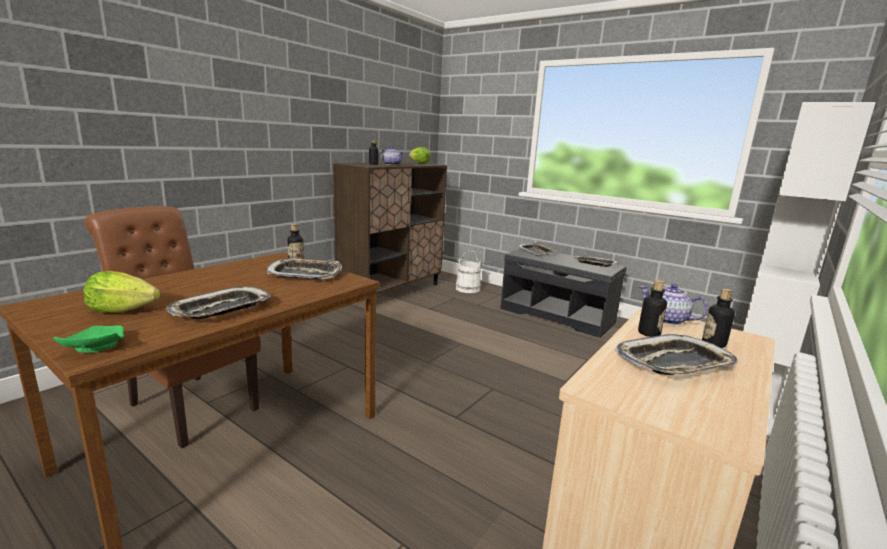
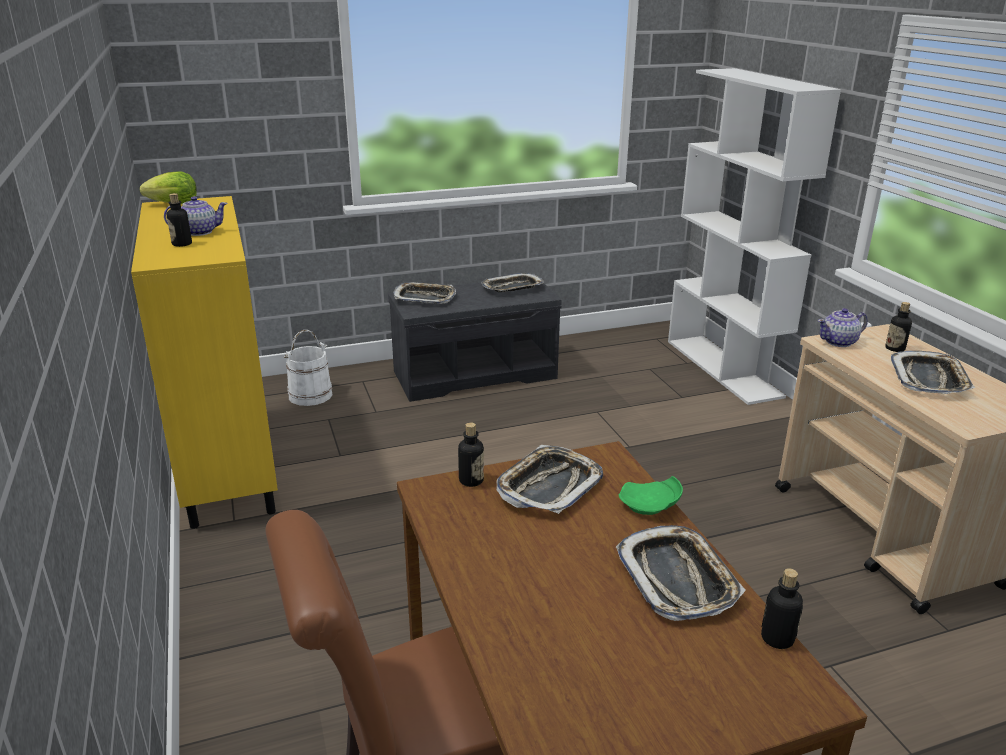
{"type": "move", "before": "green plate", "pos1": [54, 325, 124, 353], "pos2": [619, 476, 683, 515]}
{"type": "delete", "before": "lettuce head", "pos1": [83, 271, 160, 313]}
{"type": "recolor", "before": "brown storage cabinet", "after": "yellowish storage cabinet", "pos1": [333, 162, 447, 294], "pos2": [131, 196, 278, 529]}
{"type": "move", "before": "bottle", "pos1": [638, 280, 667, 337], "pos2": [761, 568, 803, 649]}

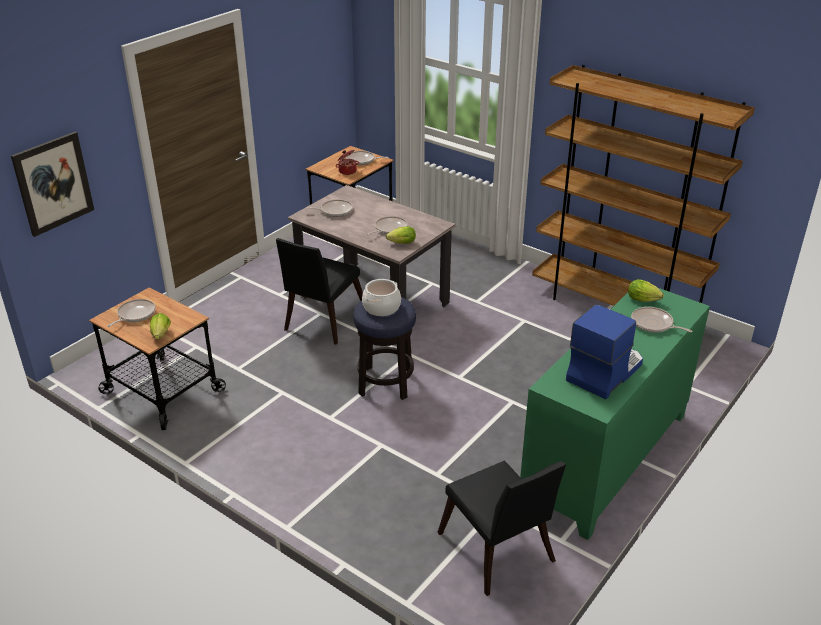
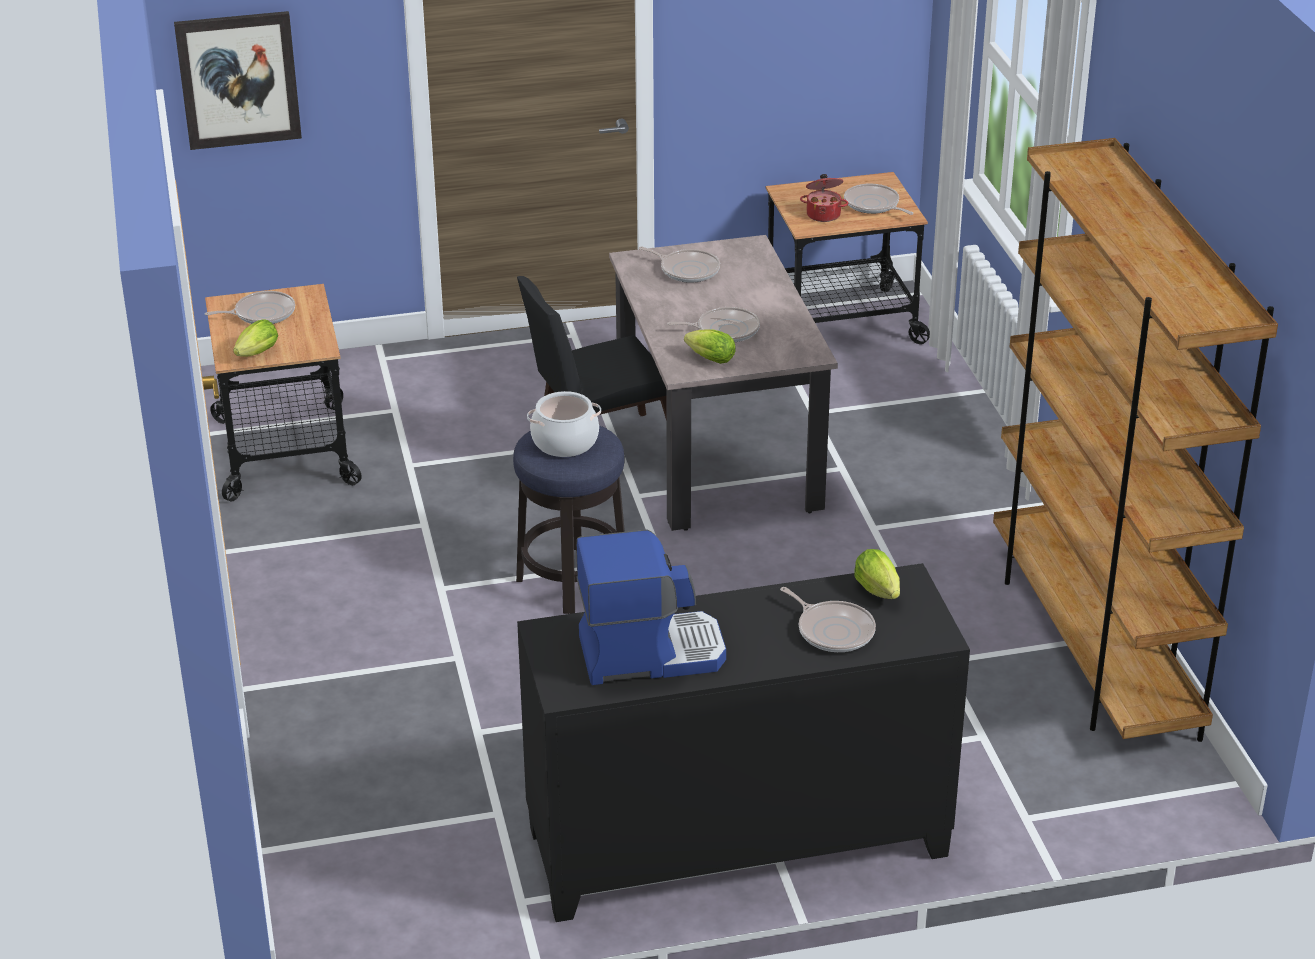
{"type": "delete", "before": "blackish chair", "pos1": [437, 461, 566, 596]}
{"type": "recolor", "before": "green storage cabinet", "after": "blackish storage cabinet", "pos1": [520, 288, 710, 540], "pos2": [517, 563, 970, 922]}
{"type": "rotate", "before": "frying pan", "pos1": [631, 307, 692, 333], "pos2": [780, 587, 876, 652], "turn": 150}

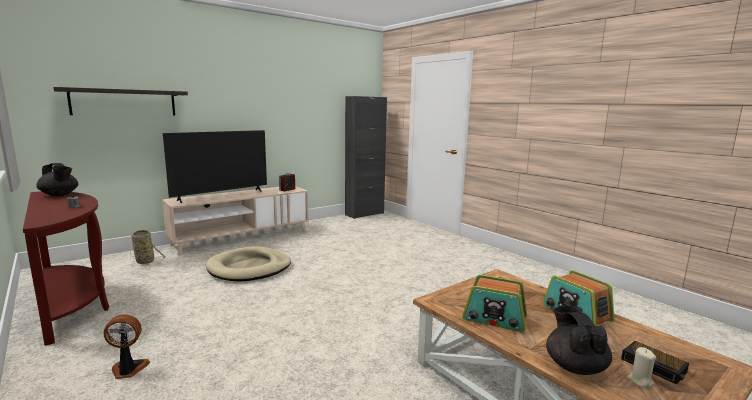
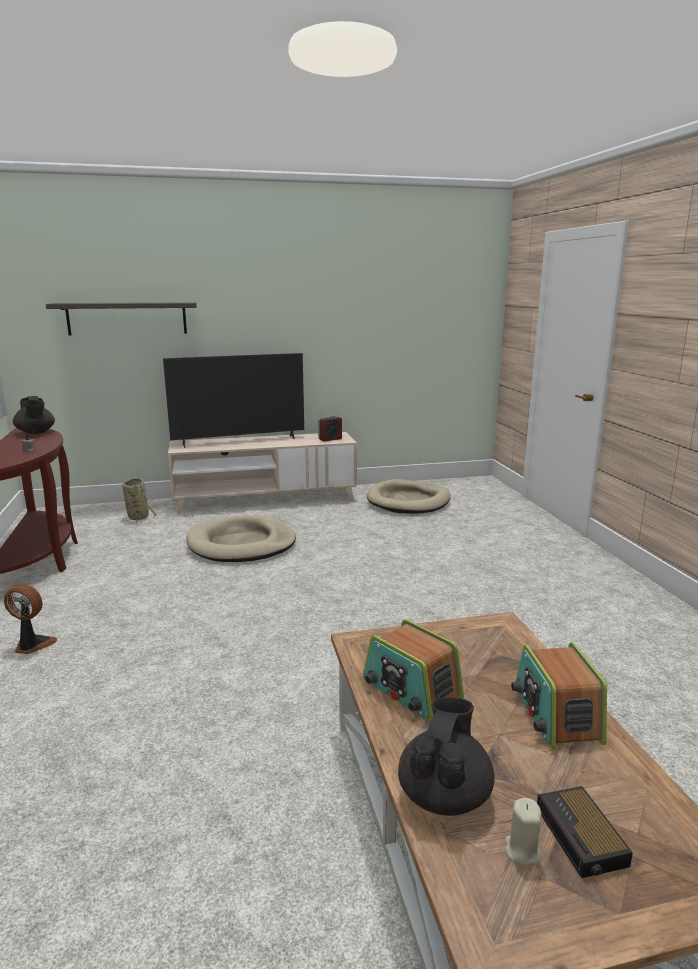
{"type": "delete", "before": "blackish storage cabinet", "pos1": [345, 96, 387, 219]}
{"type": "insert", "after": "sand-coloured dog cushion", "pos2": [367, 479, 451, 514]}

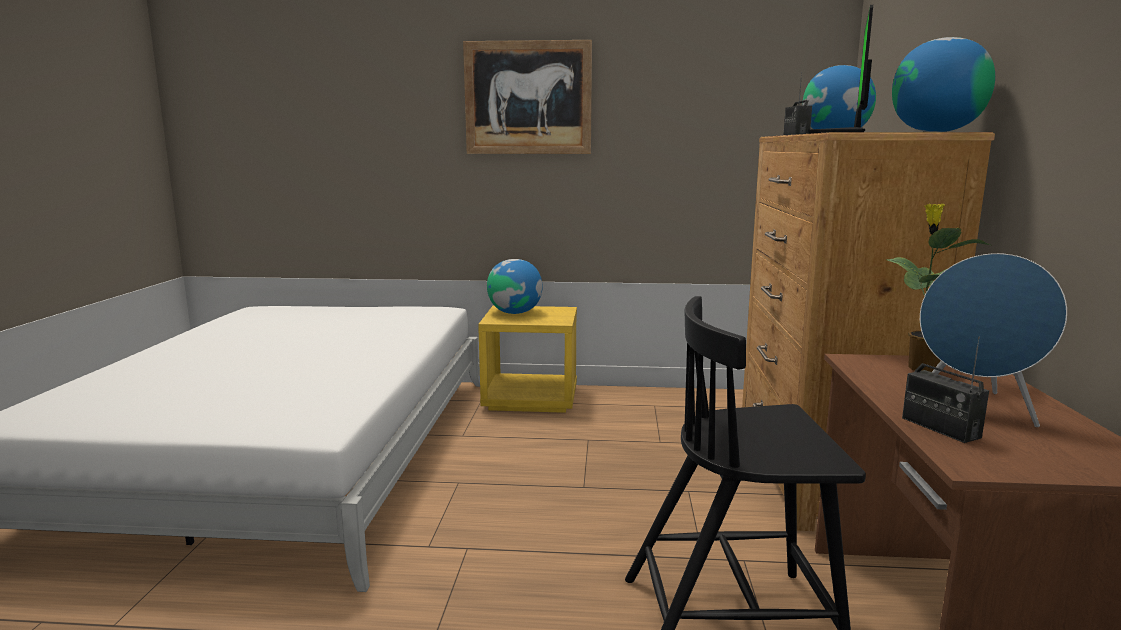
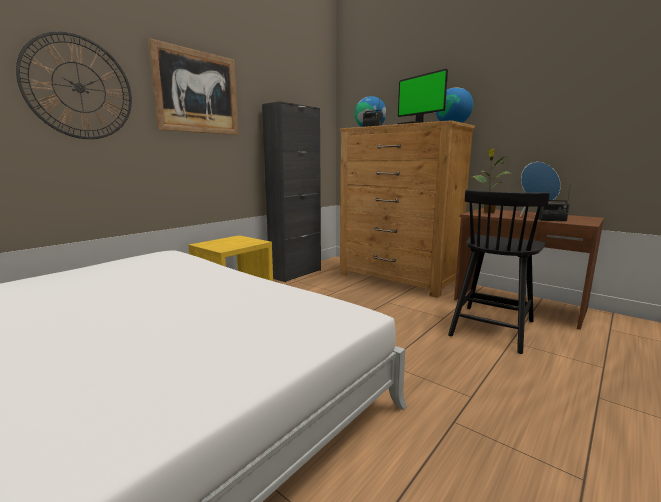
{"type": "delete", "before": "desk globe", "pos1": [487, 259, 543, 314]}
{"type": "insert", "after": "hanging clock", "pos2": [16, 31, 132, 139]}
{"type": "insert", "after": "blackish storage cabinet", "pos2": [262, 101, 321, 282]}

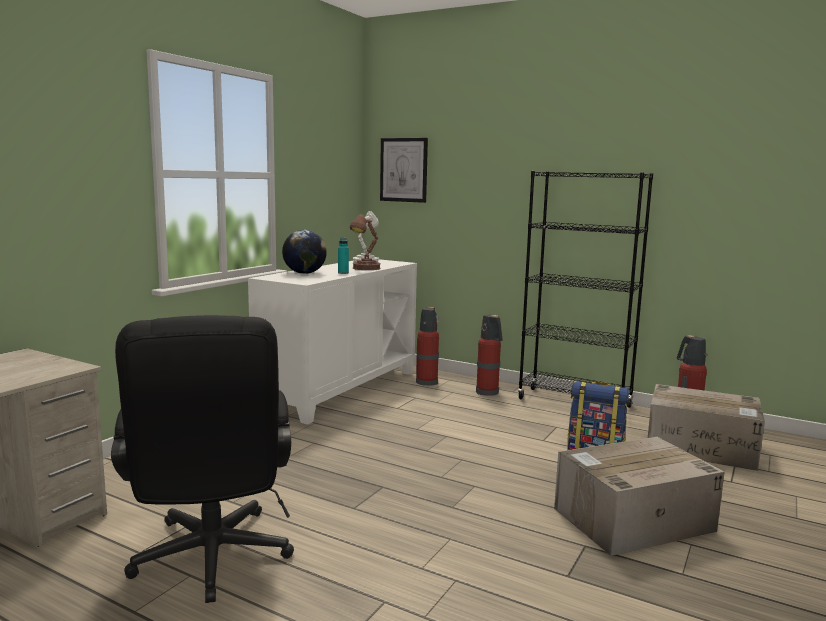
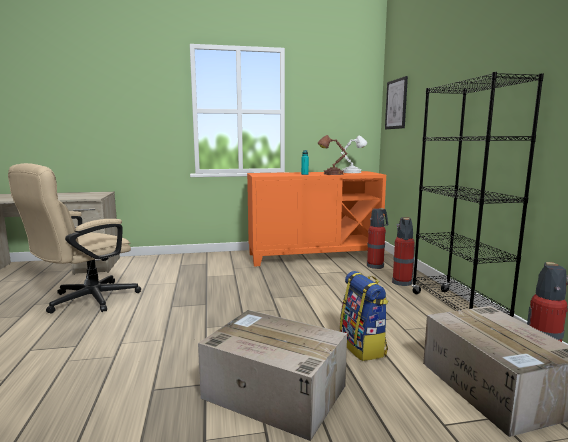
{"type": "recolor", "before": "blackish office chair", "after": "sand-coloured office chair", "pos1": [111, 315, 294, 603], "pos2": [8, 163, 141, 314]}
{"type": "recolor", "before": "whitish storage cabinet", "after": "orange-coloured storage cabinet", "pos1": [248, 259, 417, 425], "pos2": [247, 171, 386, 267]}
{"type": "delete", "before": "desk globe", "pos1": [282, 230, 327, 274]}

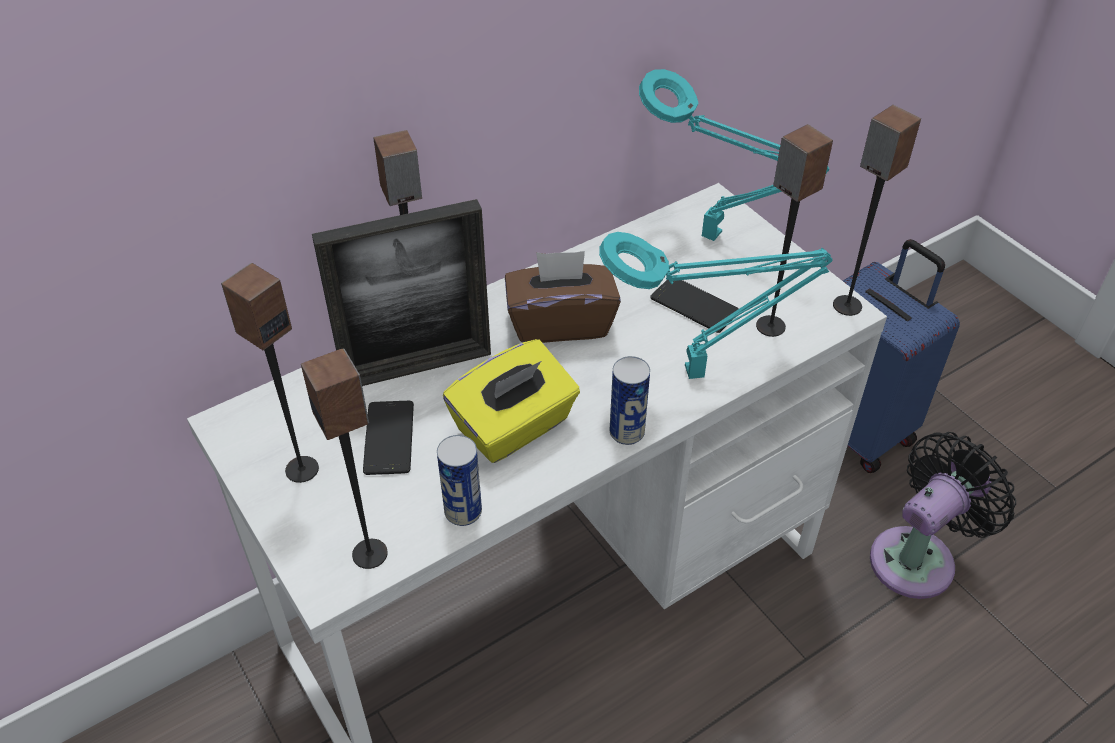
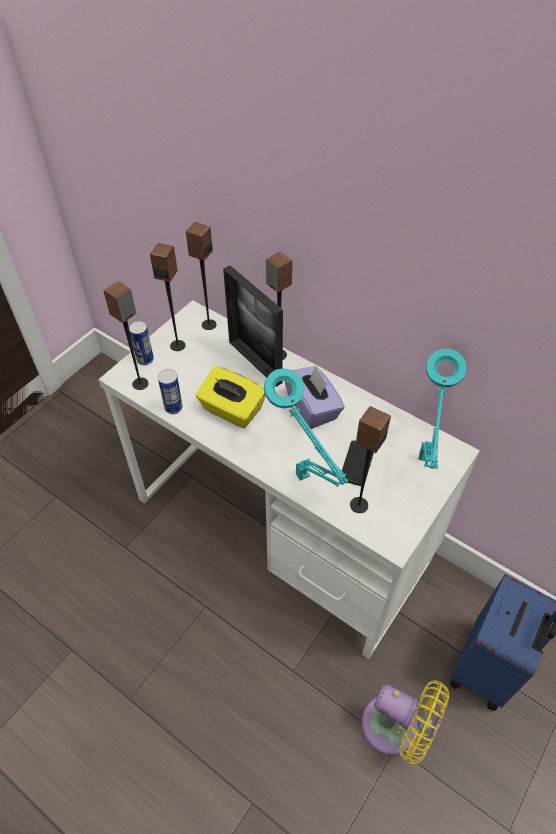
{"type": "delete", "before": "phone", "pos1": [363, 401, 414, 475]}
{"type": "recolor", "before": "brown tissue holder", "after": "purple-coloured tissue holder", "pos1": [505, 251, 621, 343], "pos2": [285, 365, 345, 429]}
{"type": "move", "before": "can", "pos1": [610, 356, 650, 445], "pos2": [129, 321, 154, 365]}
{"type": "move", "before": "audio speaker", "pos1": [833, 105, 921, 316], "pos2": [186, 222, 216, 330]}
{"type": "recolor", "before": "blackish electric fan", "after": "yellowish electric fan", "pos1": [870, 432, 1016, 599], "pos2": [362, 680, 449, 764]}

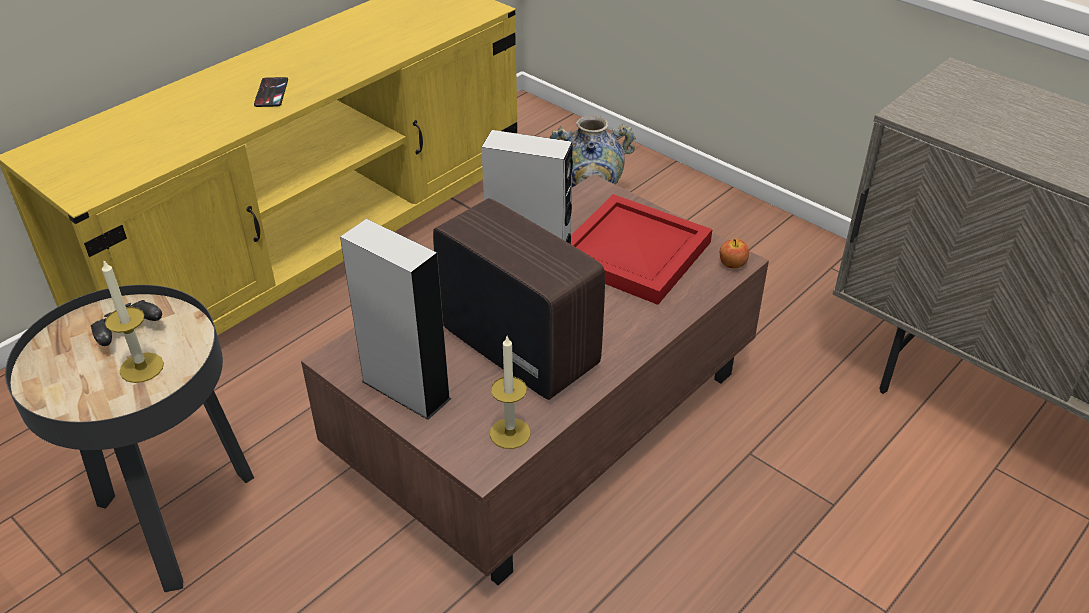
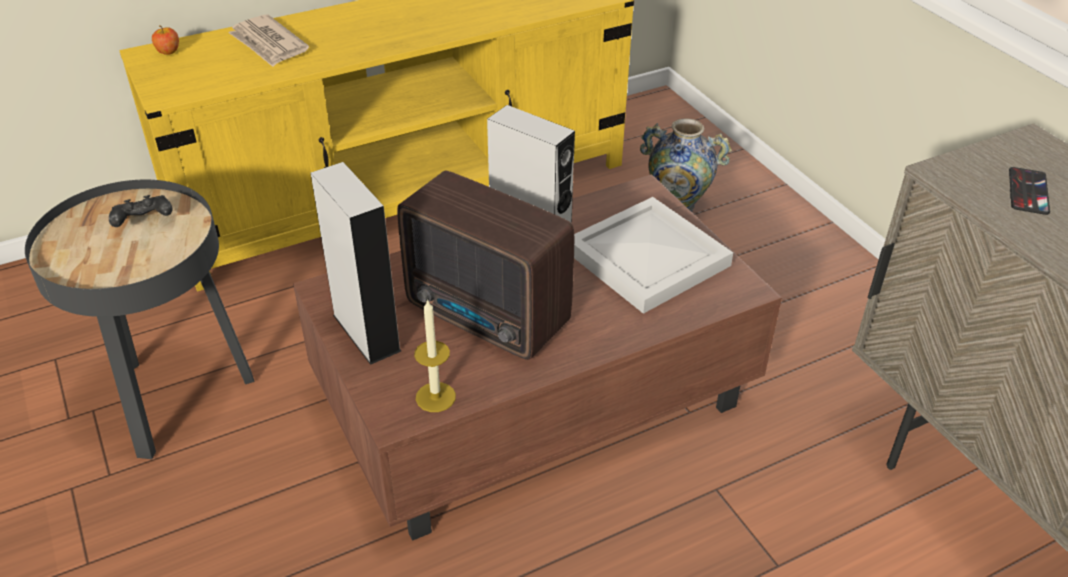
{"type": "delete", "before": "wax candle", "pos1": [102, 259, 164, 383]}
{"type": "move", "before": "phone", "pos1": [254, 77, 288, 107], "pos2": [1009, 167, 1050, 215]}
{"type": "rotate", "before": "radio receiver", "pos1": [433, 198, 605, 400], "pos2": [397, 170, 574, 360], "turn": 150}
{"type": "recolor", "before": "reddish carrying tray", "after": "whitish carrying tray", "pos1": [571, 194, 712, 305], "pos2": [574, 197, 733, 314]}
{"type": "move", "before": "whole apple", "pos1": [720, 239, 749, 269], "pos2": [152, 25, 179, 55]}
{"type": "insert", "after": "daily paper", "pos2": [228, 14, 309, 67]}

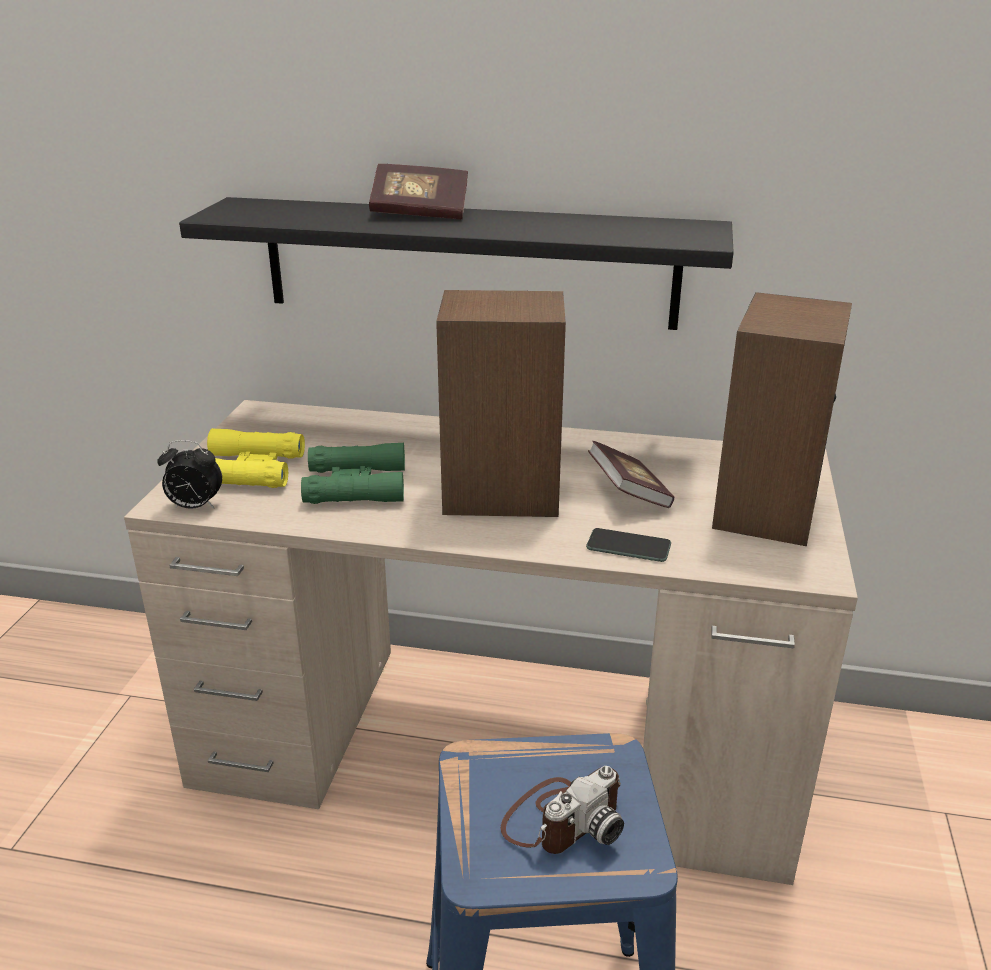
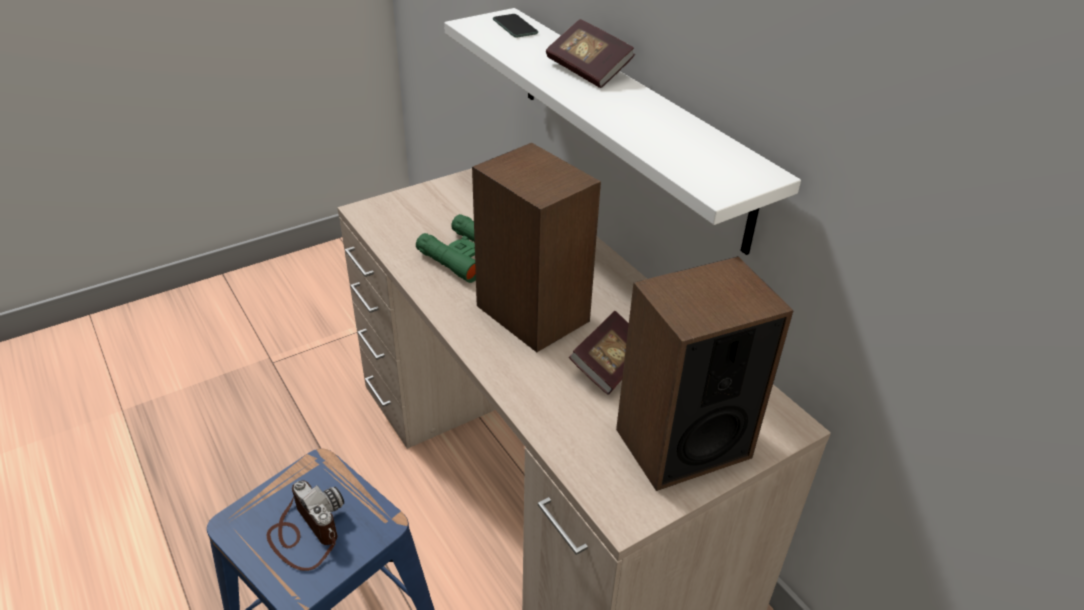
{"type": "delete", "before": "table clock", "pos1": [157, 440, 222, 509]}
{"type": "recolor", "before": "blackish bracket shelf", "after": "whitish bracket shelf", "pos1": [179, 197, 734, 330], "pos2": [444, 8, 801, 255]}
{"type": "delete", "before": "yellowish binoculars", "pos1": [207, 428, 305, 488]}
{"type": "rotate", "before": "photo camera", "pos1": [501, 766, 624, 854], "pos2": [267, 480, 344, 571], "turn": -135}
{"type": "move", "before": "phone", "pos1": [586, 528, 671, 562], "pos2": [493, 14, 538, 38]}

